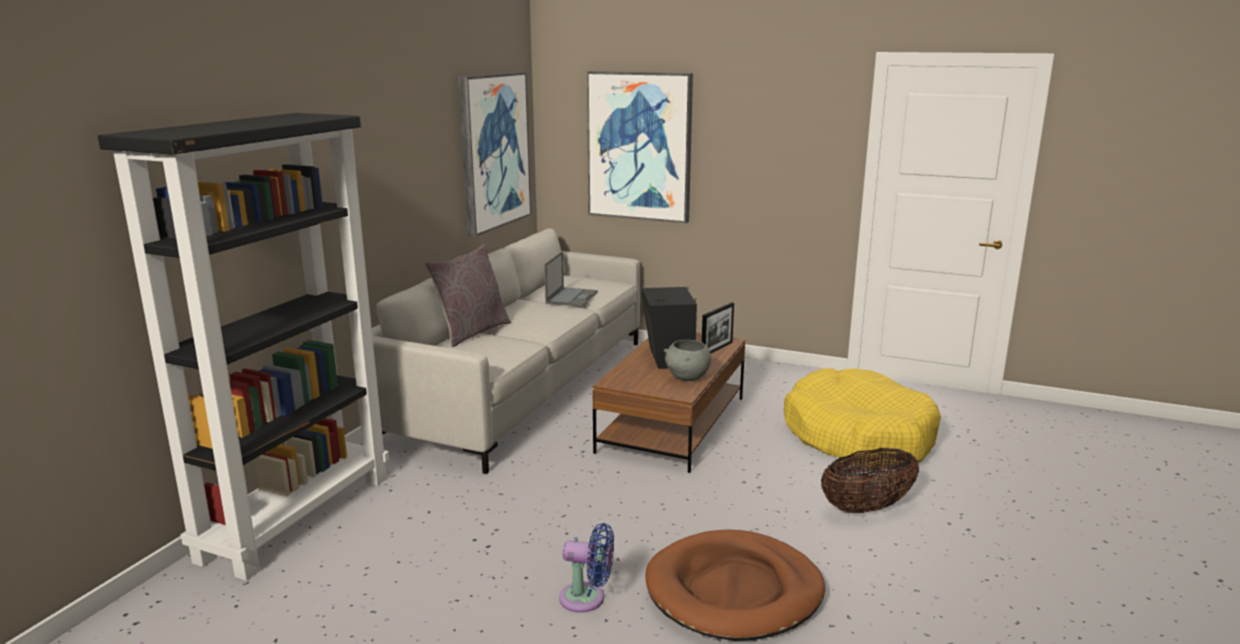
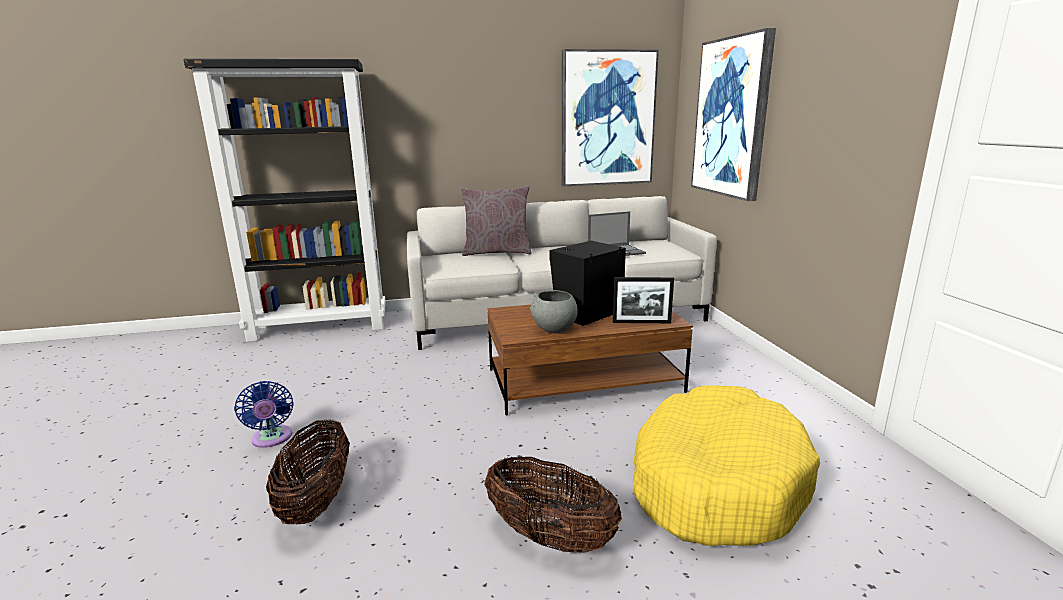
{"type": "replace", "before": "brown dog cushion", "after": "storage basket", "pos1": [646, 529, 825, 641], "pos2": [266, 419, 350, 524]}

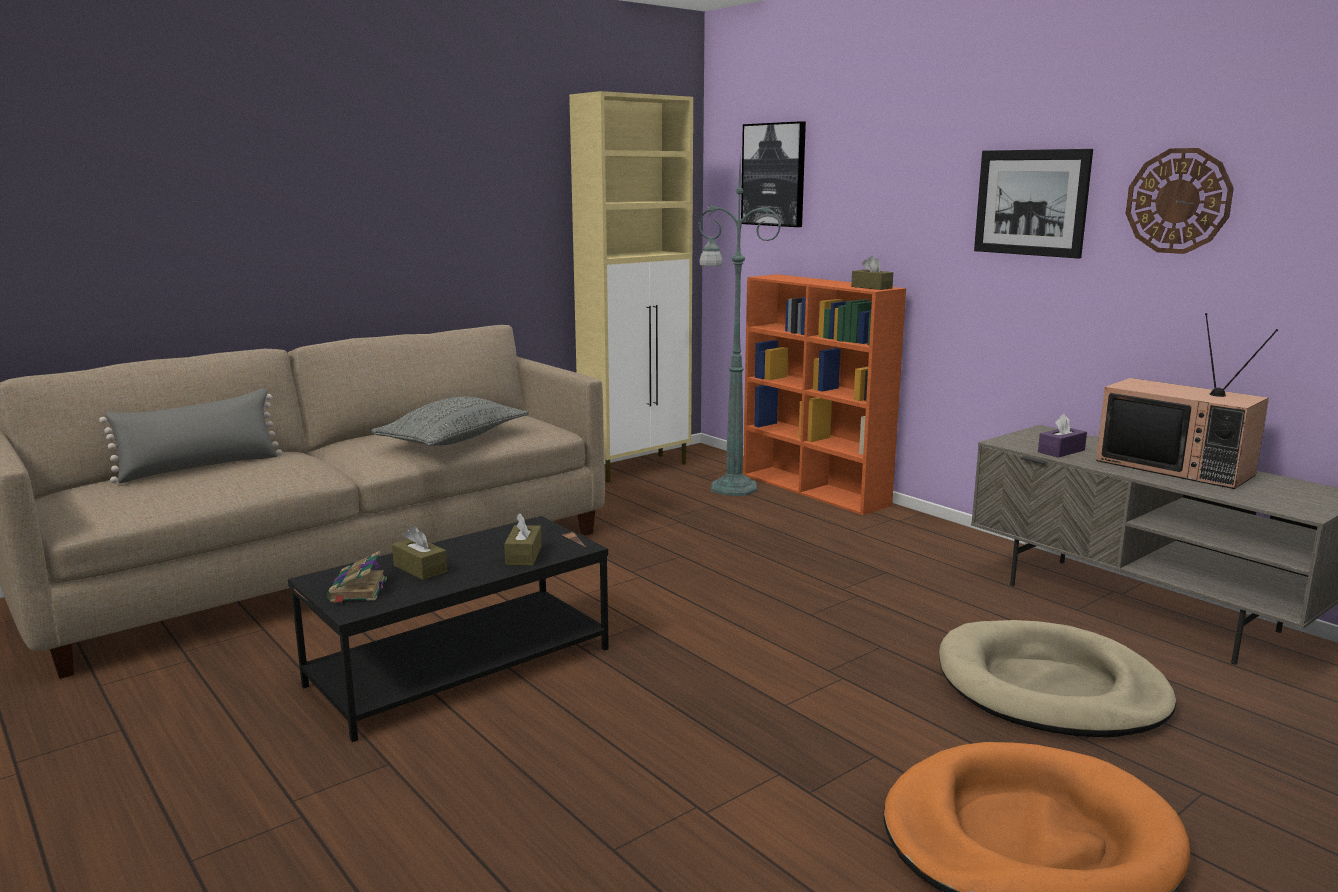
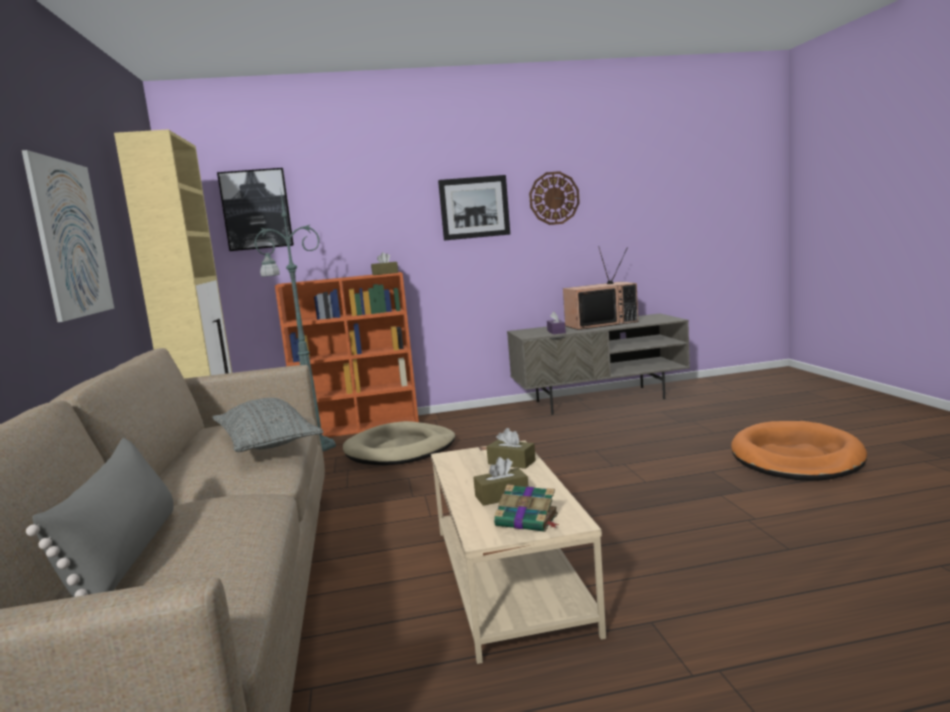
{"type": "recolor", "before": "blackish lounge table", "after": "sand-coloured lounge table", "pos1": [288, 516, 609, 742], "pos2": [431, 440, 606, 664]}
{"type": "move", "before": "sand-coloured dog cushion", "pos1": [939, 620, 1176, 738], "pos2": [343, 421, 455, 465]}
{"type": "insert", "after": "picture", "pos2": [22, 150, 114, 322]}

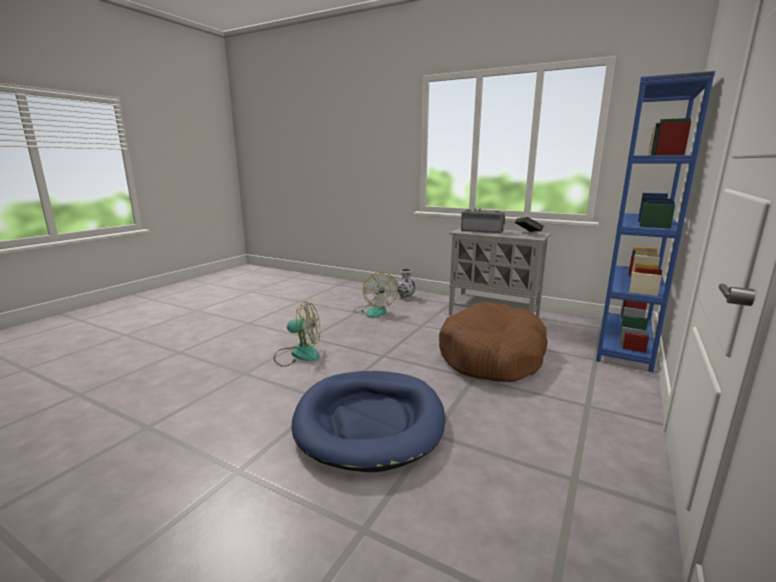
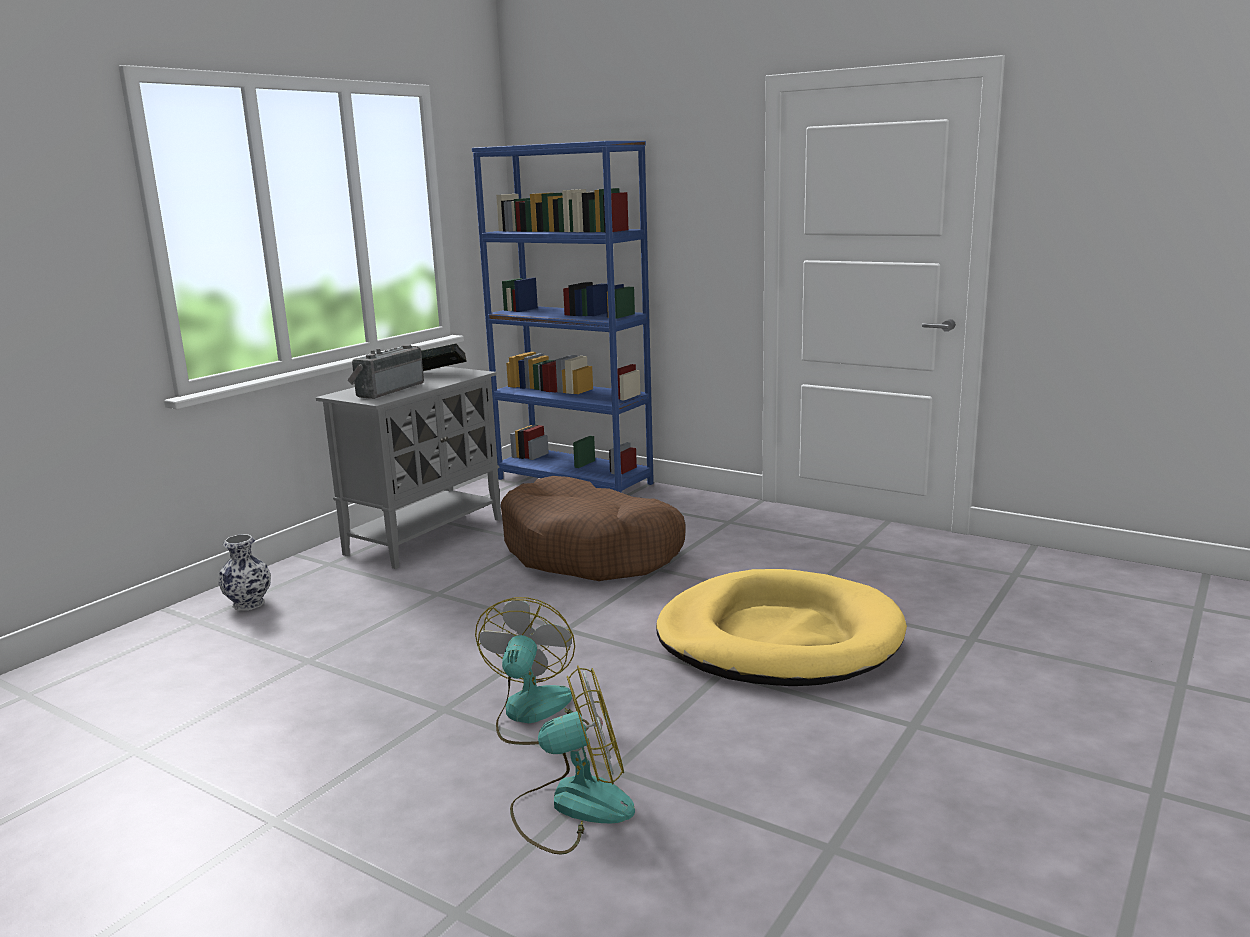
{"type": "recolor", "before": "blue dog cushion", "after": "yellowish dog cushion", "pos1": [292, 371, 445, 472], "pos2": [656, 569, 907, 686]}
{"type": "move", "before": "electric fan", "pos1": [353, 272, 398, 318], "pos2": [510, 665, 635, 855]}

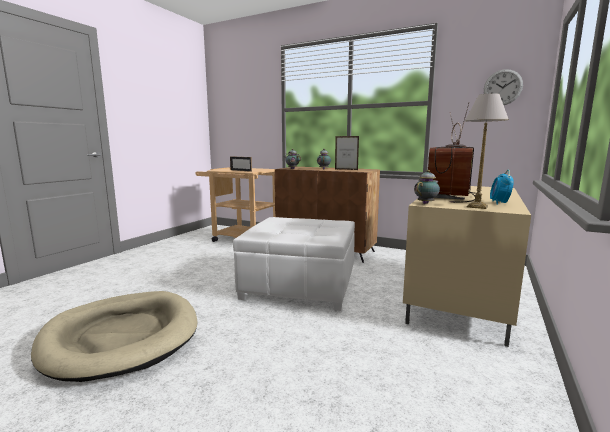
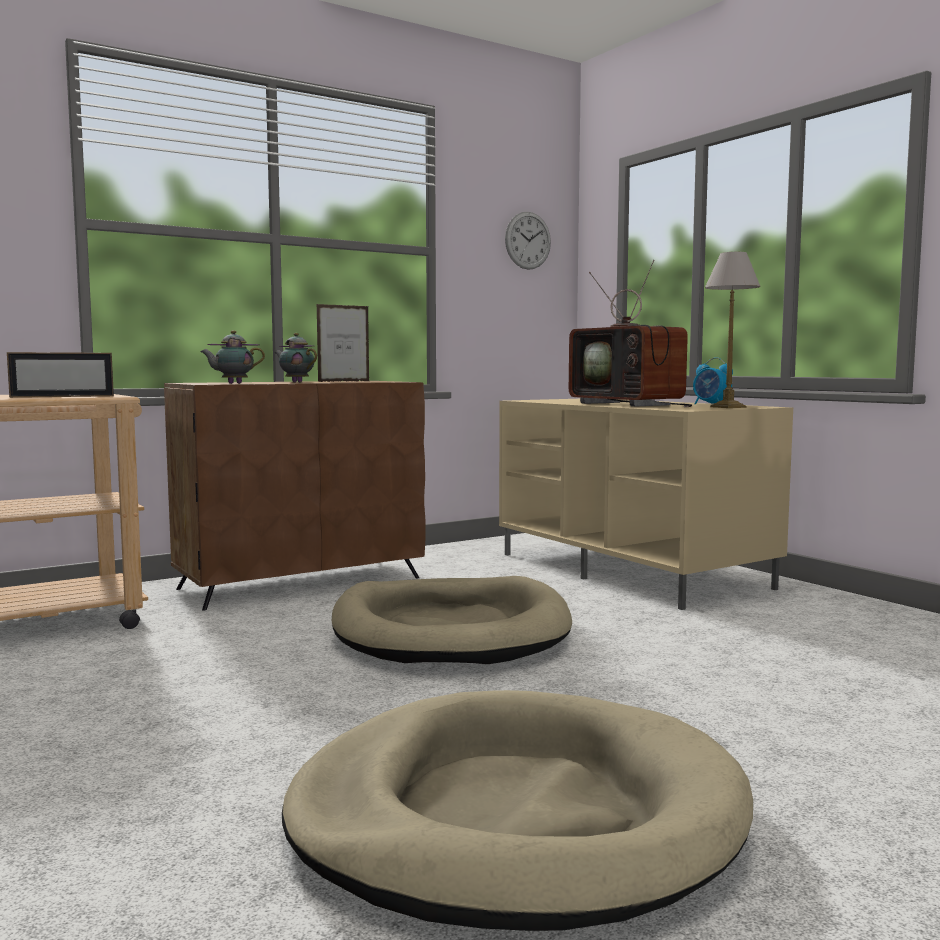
{"type": "replace", "before": "whitish pouffe", "after": "sand-coloured dog cushion", "pos1": [233, 217, 355, 310], "pos2": [332, 576, 572, 664]}
{"type": "delete", "before": "tea pot", "pos1": [414, 170, 440, 204]}

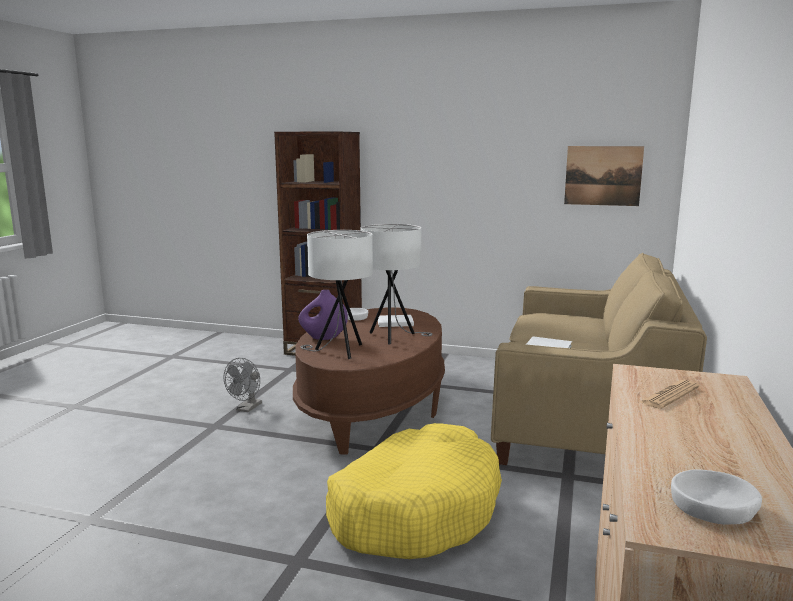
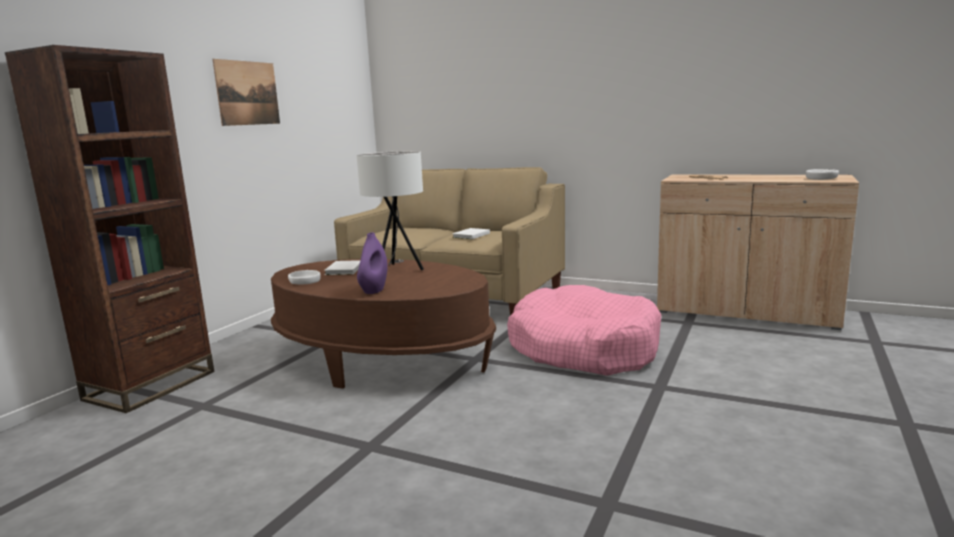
{"type": "delete", "before": "grey electric fan", "pos1": [224, 358, 262, 412]}
{"type": "delete", "before": "whitish tabletop lamp", "pos1": [300, 230, 373, 359]}
{"type": "recolor", "before": "yellowish dog cushion", "after": "pinkish dog cushion", "pos1": [326, 423, 502, 559], "pos2": [507, 285, 661, 376]}
{"type": "move", "before": "picture", "pos1": [564, 146, 644, 206], "pos2": [213, 59, 280, 126]}

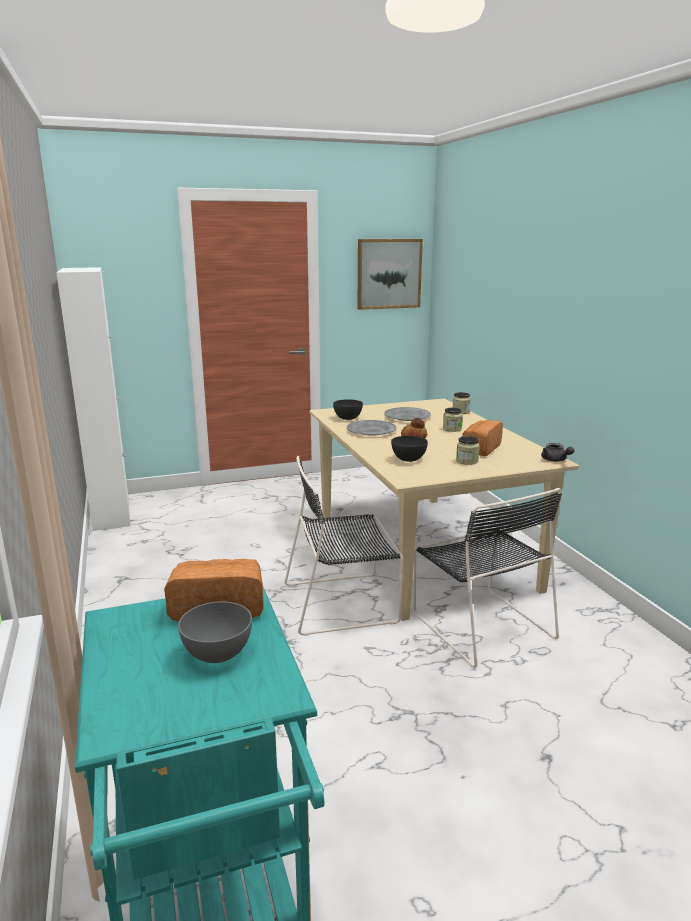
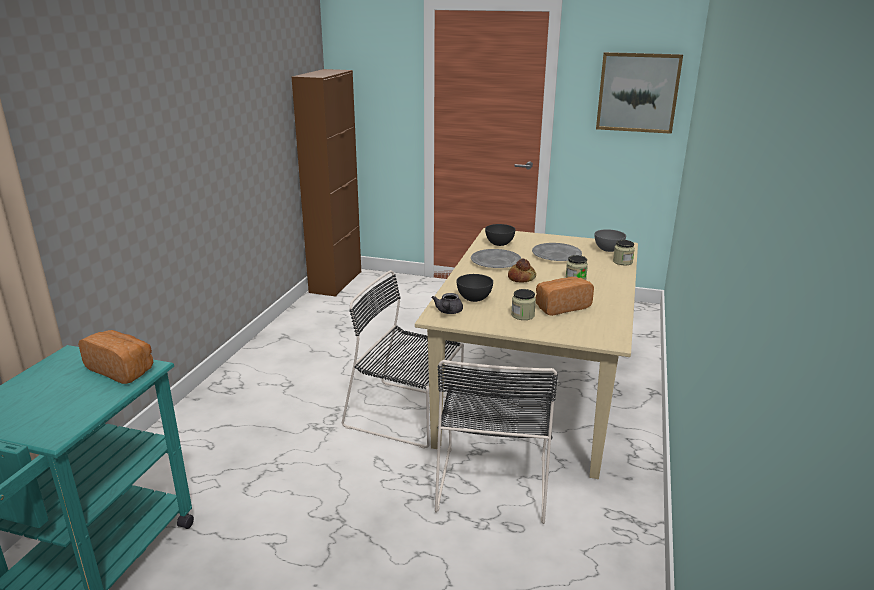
{"type": "recolor", "before": "whitish storage cabinet", "after": "brown storage cabinet", "pos1": [56, 267, 130, 531], "pos2": [292, 69, 361, 296]}
{"type": "move", "before": "grey serving bowl", "pos1": [178, 601, 252, 663], "pos2": [595, 229, 626, 252]}
{"type": "move", "before": "grey tea pot", "pos1": [541, 443, 574, 462], "pos2": [431, 293, 463, 314]}

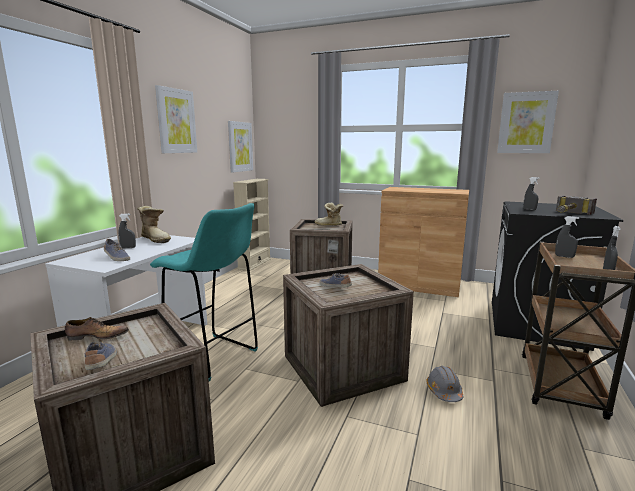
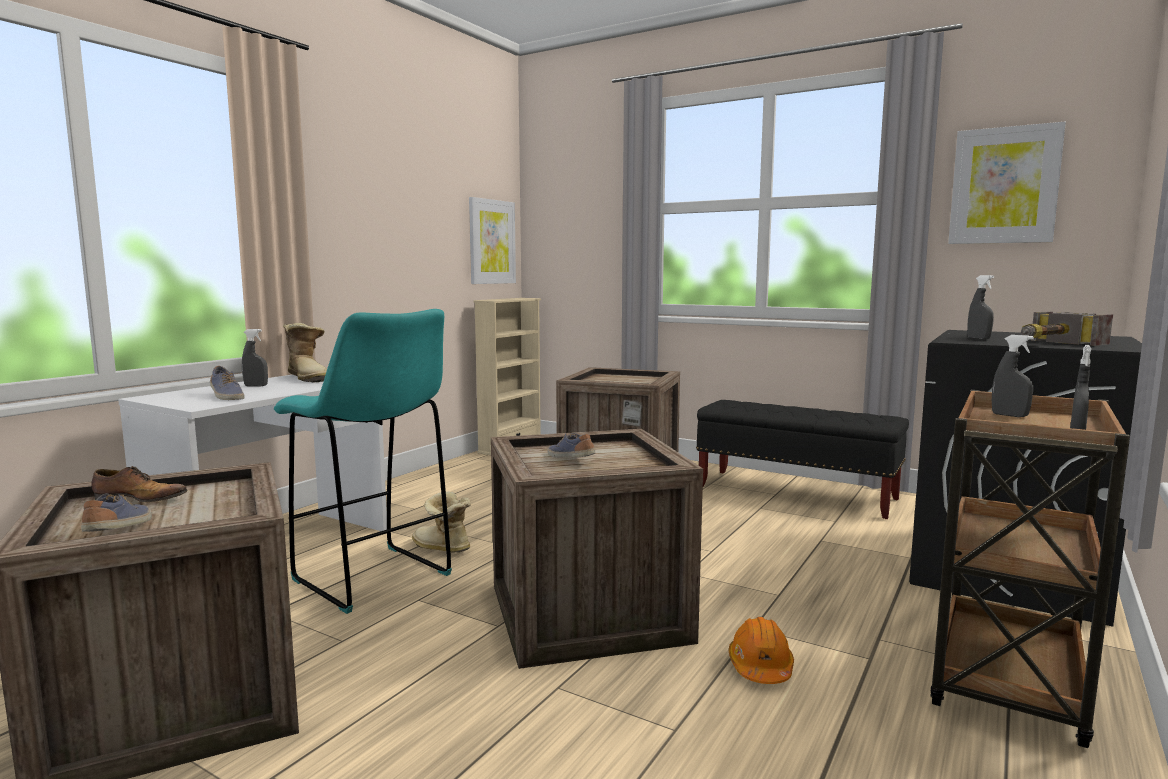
{"type": "delete", "before": "picture", "pos1": [155, 85, 197, 153]}
{"type": "move", "before": "high-top boot", "pos1": [315, 203, 343, 225], "pos2": [412, 491, 471, 553]}
{"type": "replace", "before": "brown storage cabinet", "after": "blackish bench", "pos1": [378, 187, 469, 297], "pos2": [696, 400, 909, 519]}
{"type": "recolor", "before": "grey safety helmet", "after": "orange-coloured safety helmet", "pos1": [426, 366, 463, 402], "pos2": [729, 617, 794, 684]}

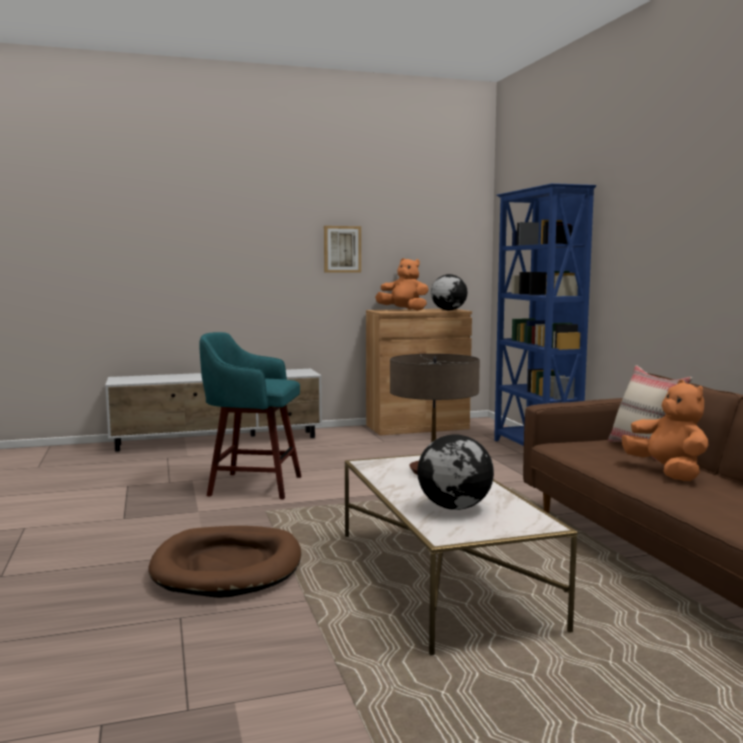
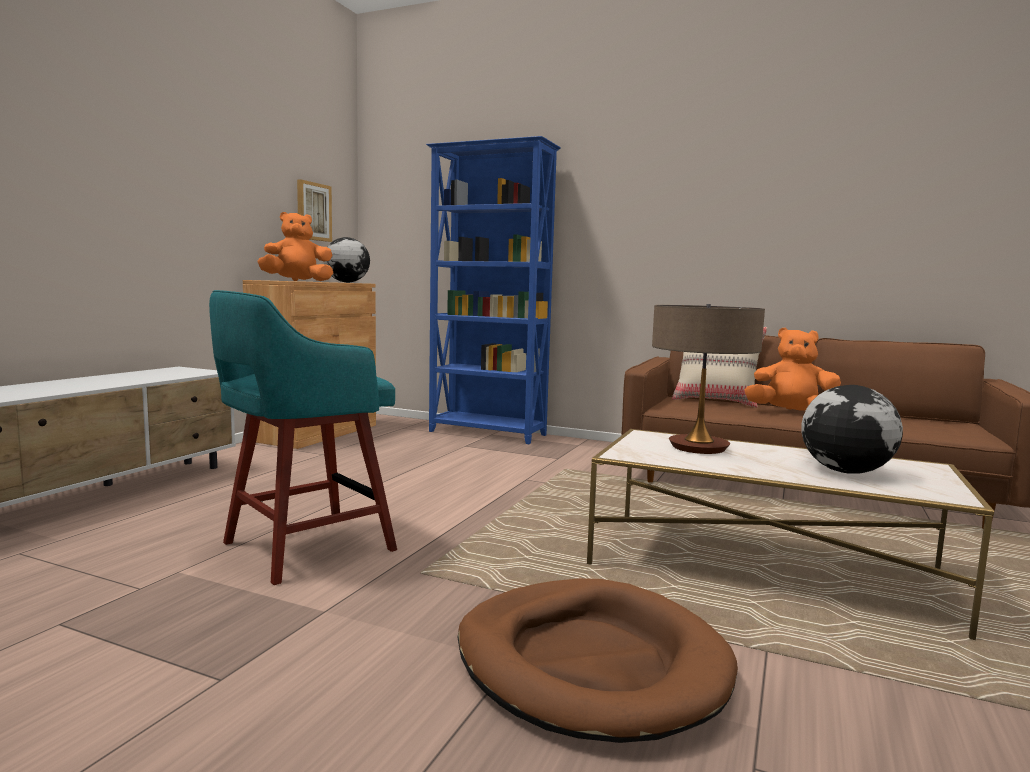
{"type": "move", "before": "picture", "pos1": [324, 226, 361, 273], "pos2": [297, 179, 332, 242]}

